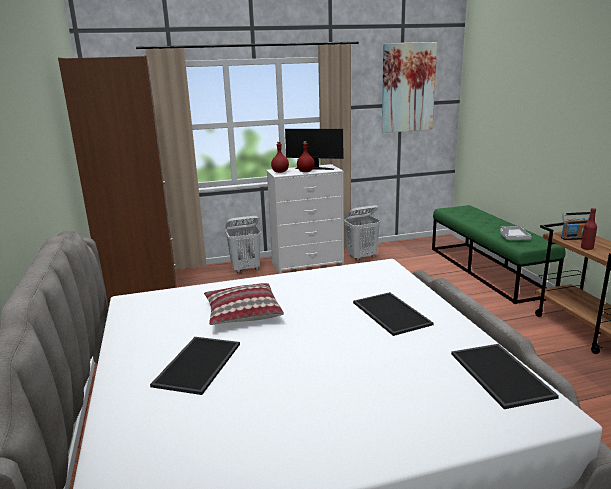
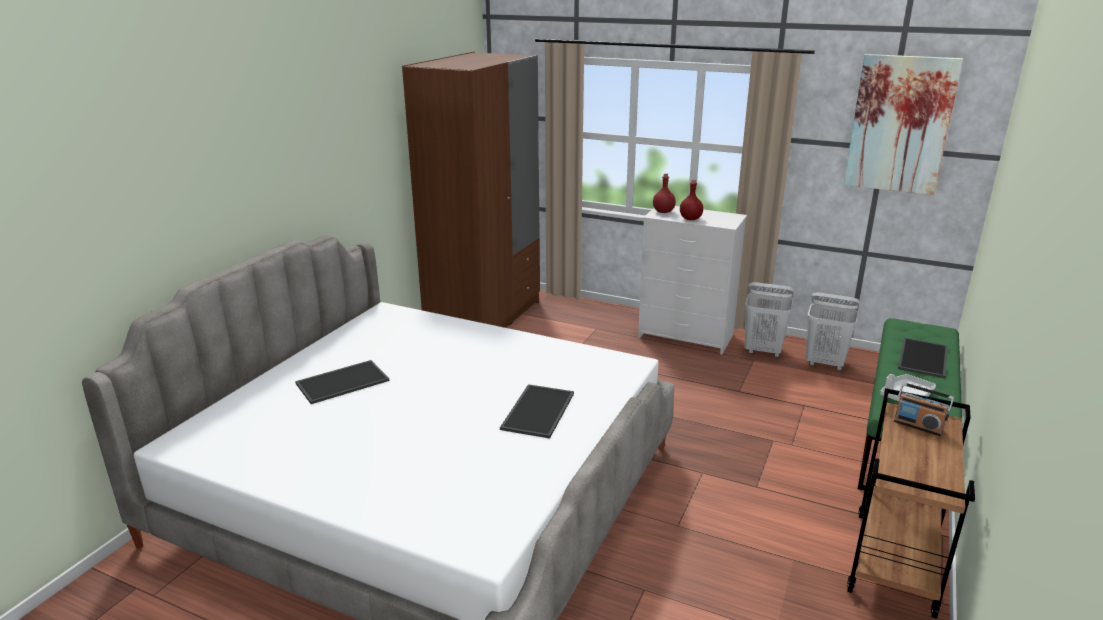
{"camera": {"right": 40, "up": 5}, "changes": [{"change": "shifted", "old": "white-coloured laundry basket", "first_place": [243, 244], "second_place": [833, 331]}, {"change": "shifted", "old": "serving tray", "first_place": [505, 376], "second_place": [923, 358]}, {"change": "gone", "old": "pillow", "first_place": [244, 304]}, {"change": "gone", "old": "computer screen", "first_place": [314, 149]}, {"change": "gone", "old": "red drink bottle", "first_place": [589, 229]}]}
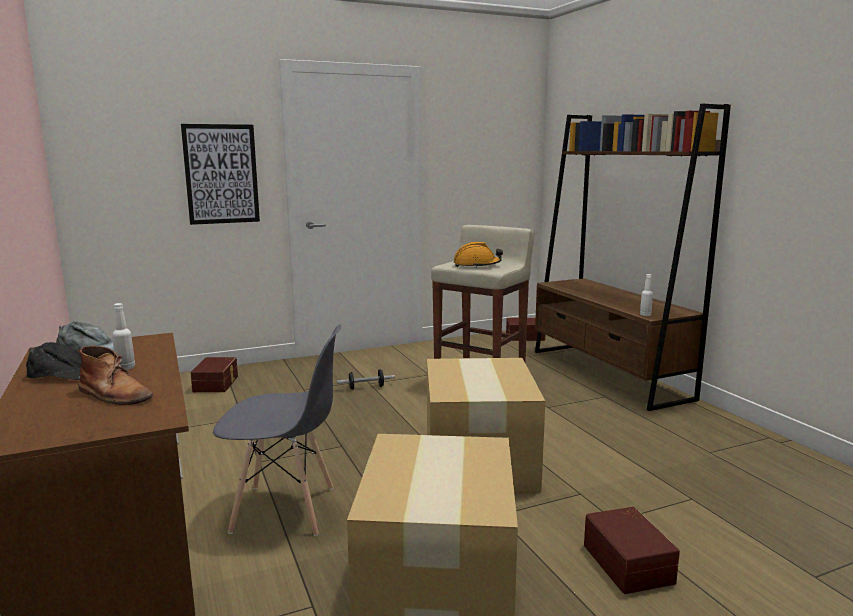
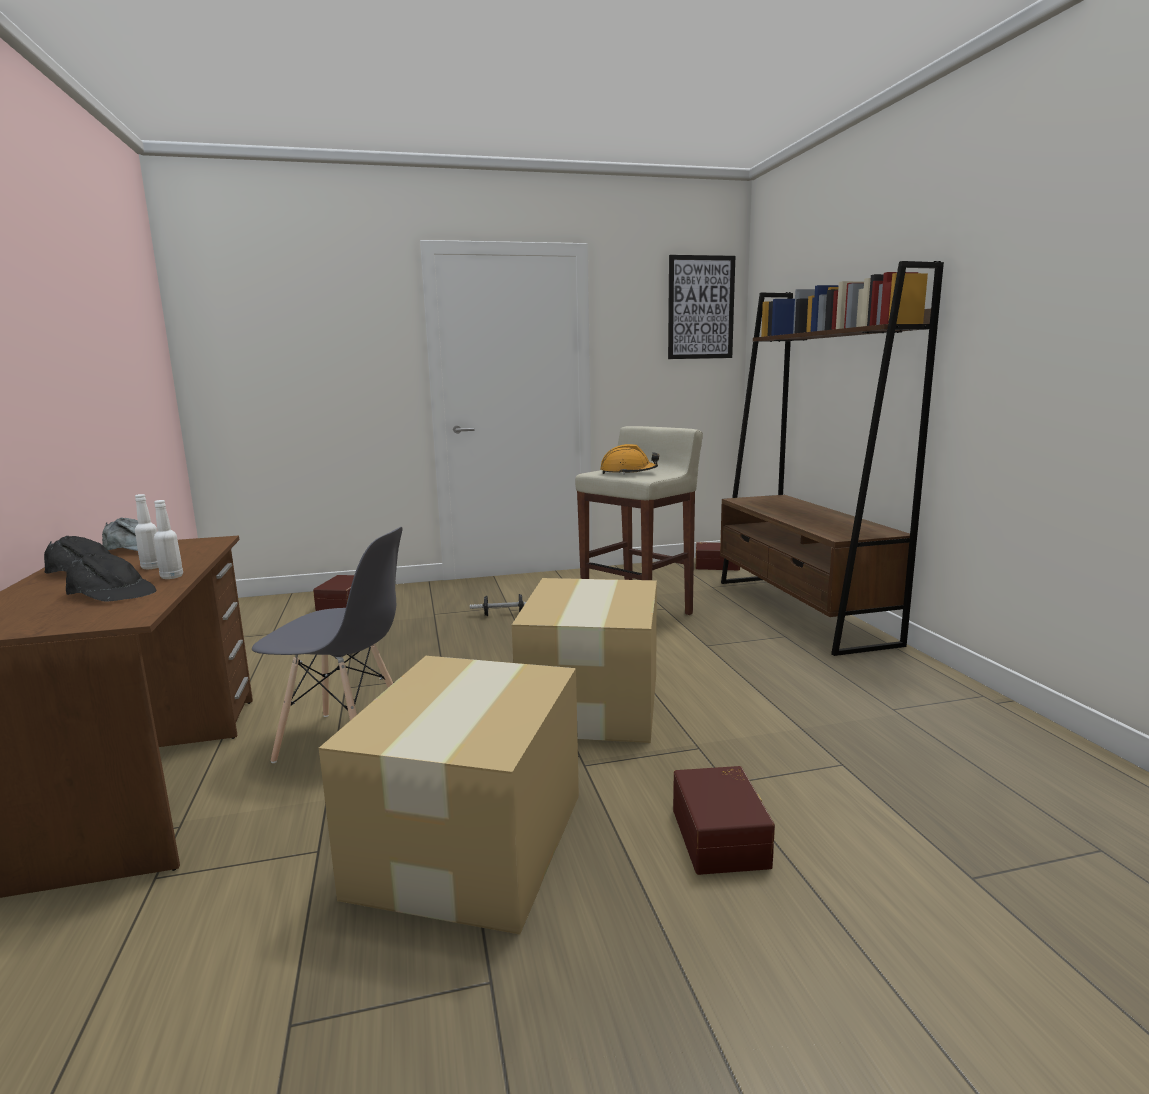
{"camera": {"right": 10, "up": 0}, "changes": [{"change": "swapped", "old": "brownish boot", "new": "black-coloured cap", "first_place": [115, 375], "second_place": [111, 577]}, {"change": "shifted", "old": "white-coloured drink bottle", "first_place": [646, 295], "second_place": [168, 539]}, {"change": "shifted", "old": "wall art", "first_place": [220, 174], "second_place": [701, 307]}]}
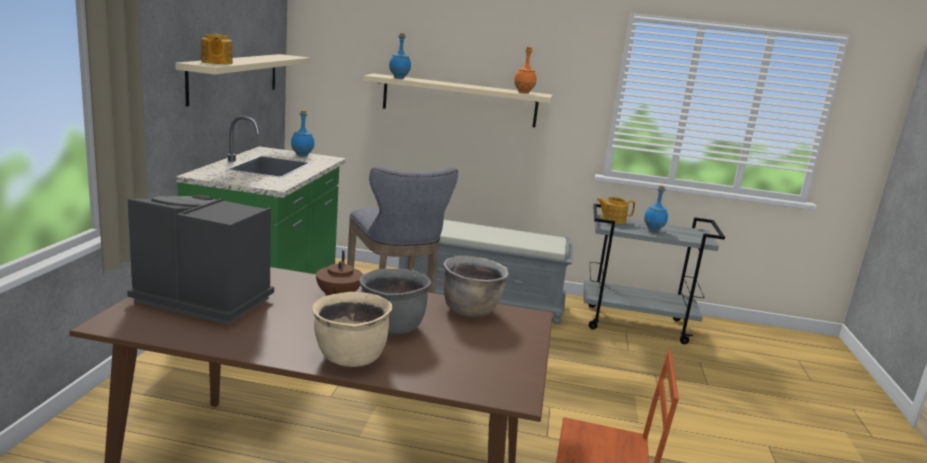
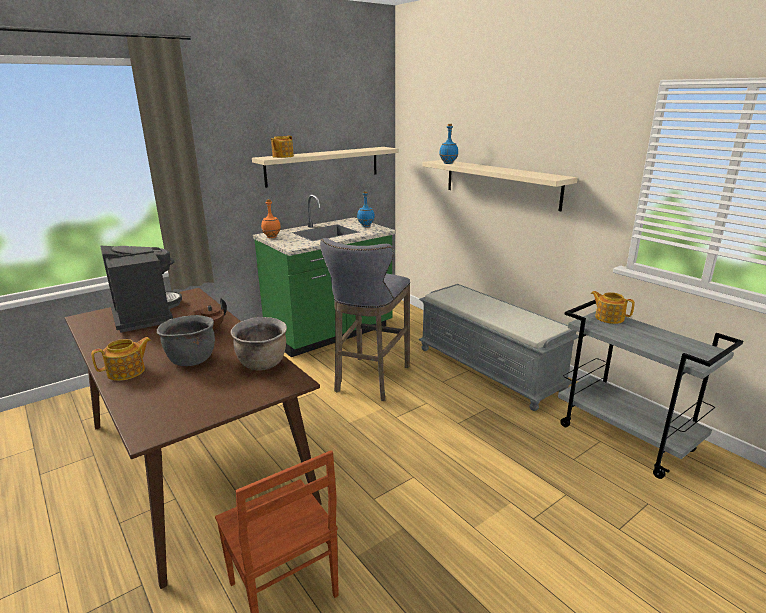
{"camera": {"right": 45, "up": 5}, "changes": [{"change": "swapped", "old": "beige stockpot", "new": "tea pot", "first_place": [352, 329], "second_place": [121, 359]}, {"change": "shifted", "old": "orangey drink bottle", "first_place": [525, 70], "second_place": [271, 218]}, {"change": "gone", "old": "blue drink bottle", "first_place": [656, 208]}]}
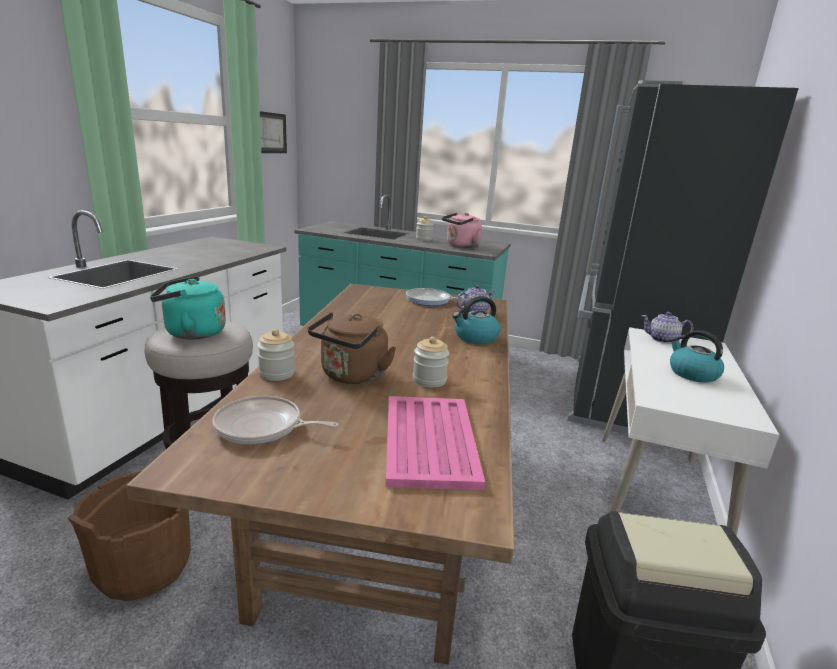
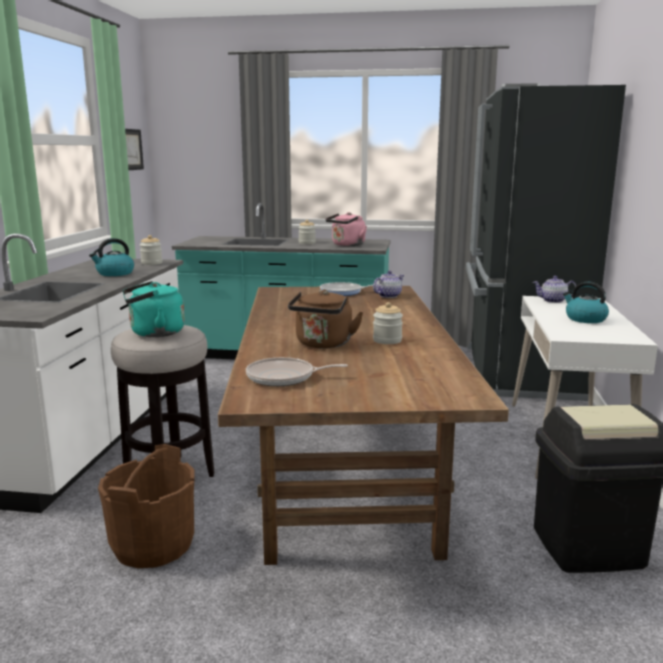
{"camera": {"right": -10, "up": -5}, "changes": [{"change": "shifted", "old": "tea kettle", "first_place": [476, 320], "second_place": [111, 257]}, {"change": "shifted", "old": "storage jar", "first_place": [276, 355], "second_place": [151, 250]}, {"change": "gone", "old": "pinkish serving tray", "first_place": [435, 443]}]}
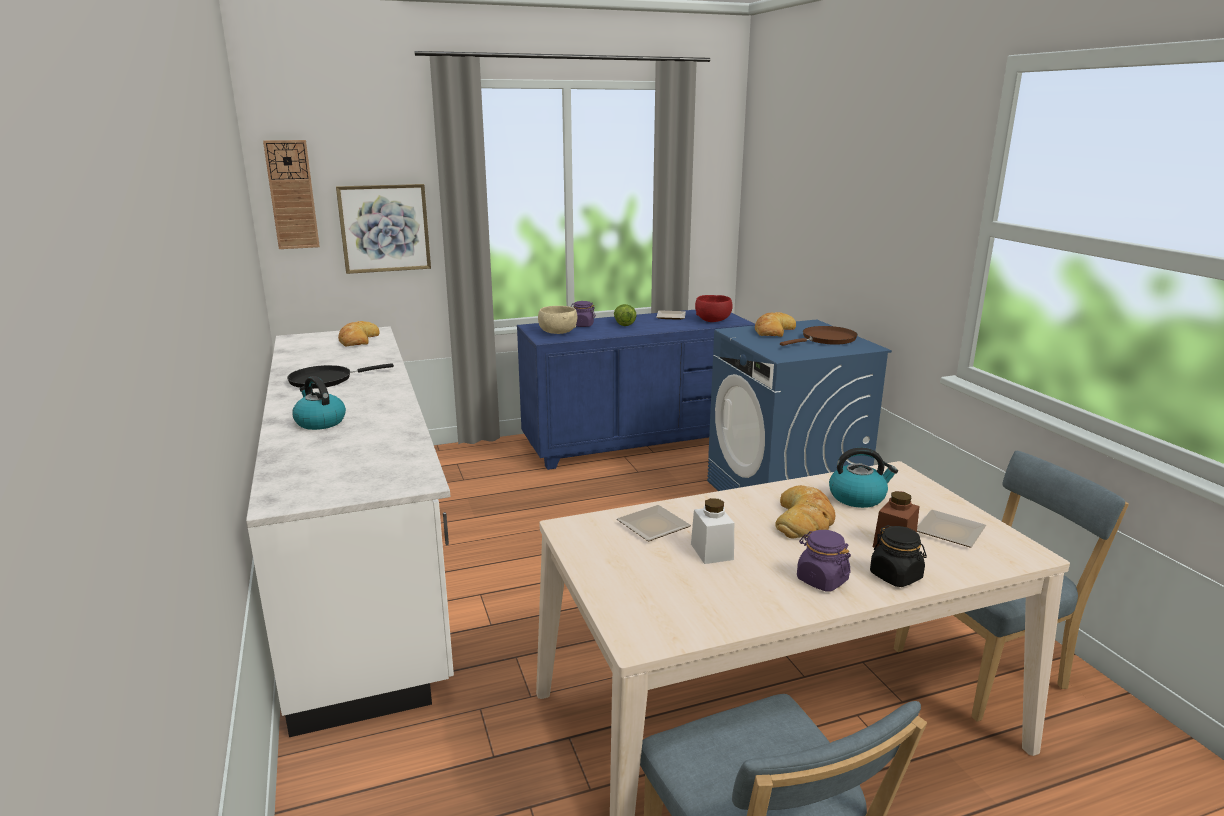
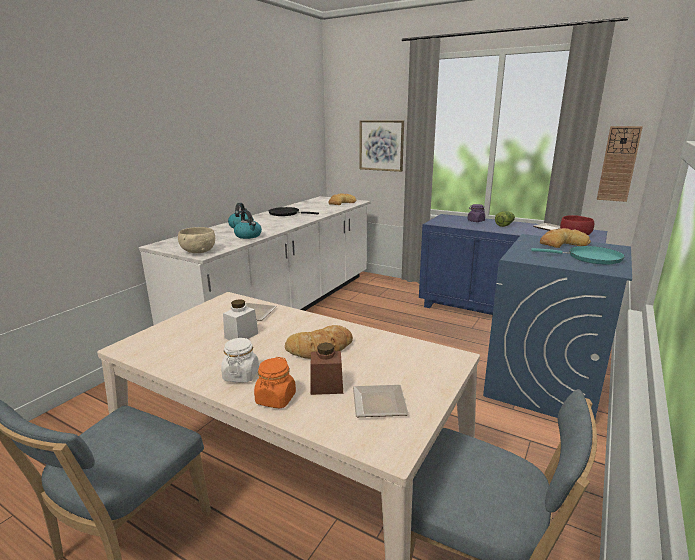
{"camera": {"right": 50, "up": 0}, "changes": [{"change": "shifted", "old": "beige bowl", "first_place": [558, 320], "second_place": [196, 240]}, {"change": "repainted", "old": "purplish storage jar", "new": "white-coloured storage jar", "first_place": [824, 561], "second_place": [240, 360]}, {"change": "shifted", "old": "tea kettle", "first_place": [863, 477], "second_place": [248, 224]}, {"change": "repainted", "old": "black-coloured storage jar", "new": "orangey storage jar", "first_place": [898, 556], "second_place": [275, 382]}, {"change": "repainted", "old": "brownish frying pan", "new": "turquoise frying pan", "first_place": [819, 336], "second_place": [578, 255]}, {"change": "shifted", "old": "hanging clock", "first_place": [291, 194], "second_place": [620, 164]}]}
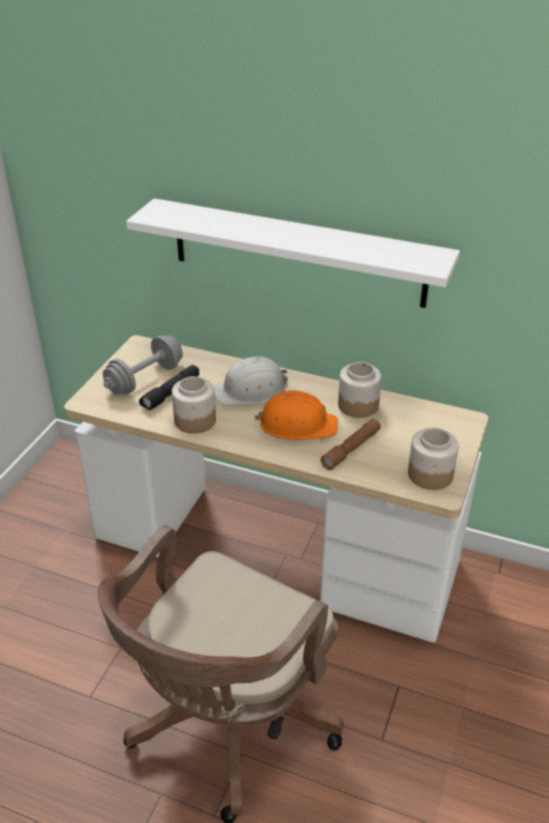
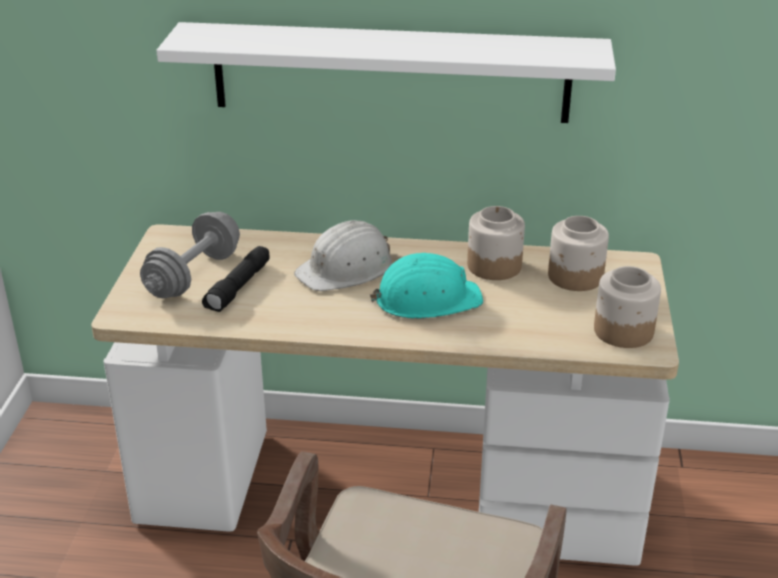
{"camera": {"right": -15, "up": -5}, "changes": [{"change": "repainted", "old": "orangey safety helmet", "new": "turquoise safety helmet", "first_place": [296, 415], "second_place": [426, 286]}, {"change": "shifted", "old": "storage jar", "first_place": [194, 405], "second_place": [578, 253]}, {"change": "gone", "old": "brownish flashlight", "first_place": [350, 444]}]}
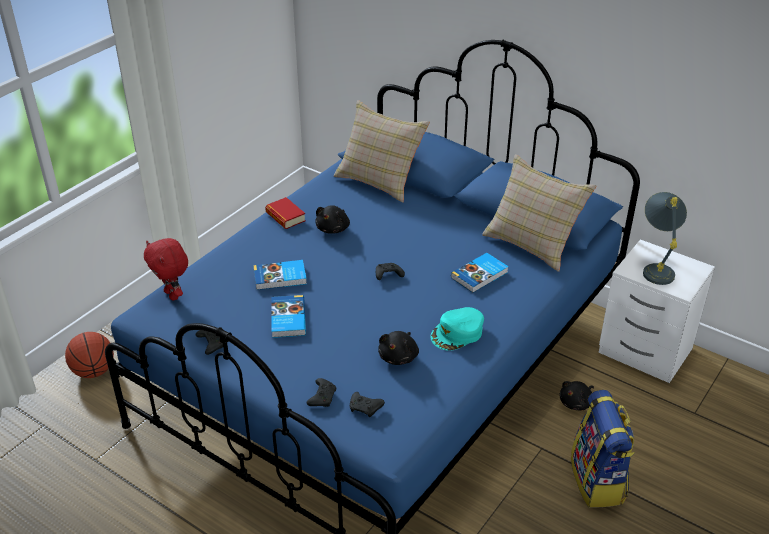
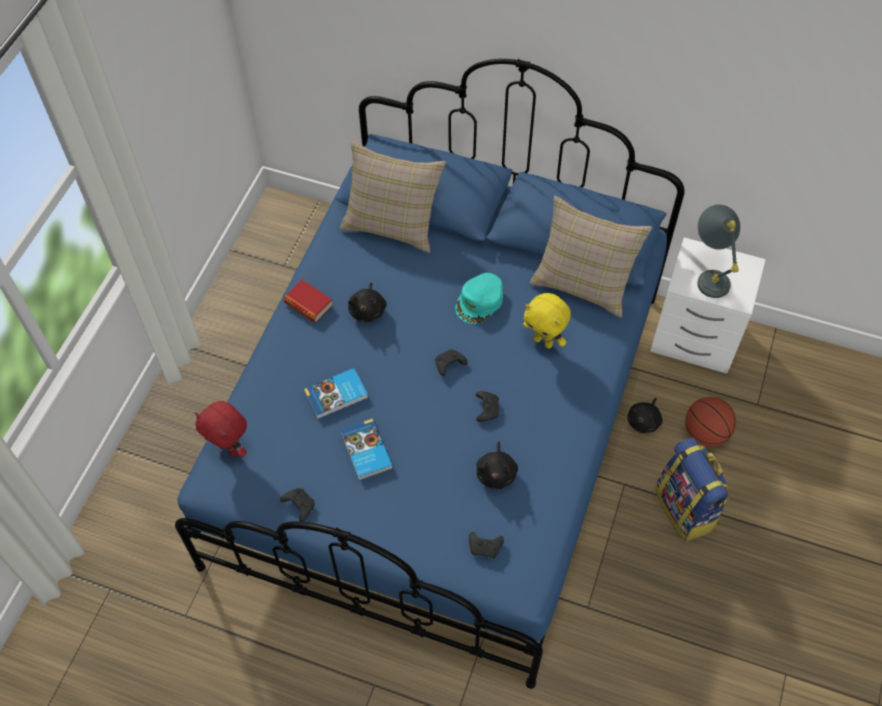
{"camera": {"right": -15, "up": 20}, "changes": [{"change": "shifted", "old": "turquoise cap", "first_place": [457, 329], "second_place": [479, 298]}, {"change": "shifted", "old": "black-coloured gamepad", "first_place": [321, 392], "second_place": [487, 406]}, {"change": "swapped", "old": "book", "new": "yellowish plush toy", "first_place": [480, 273], "second_place": [547, 320]}, {"change": "shifted", "old": "ball for basketball", "first_place": [89, 355], "second_place": [710, 421]}]}
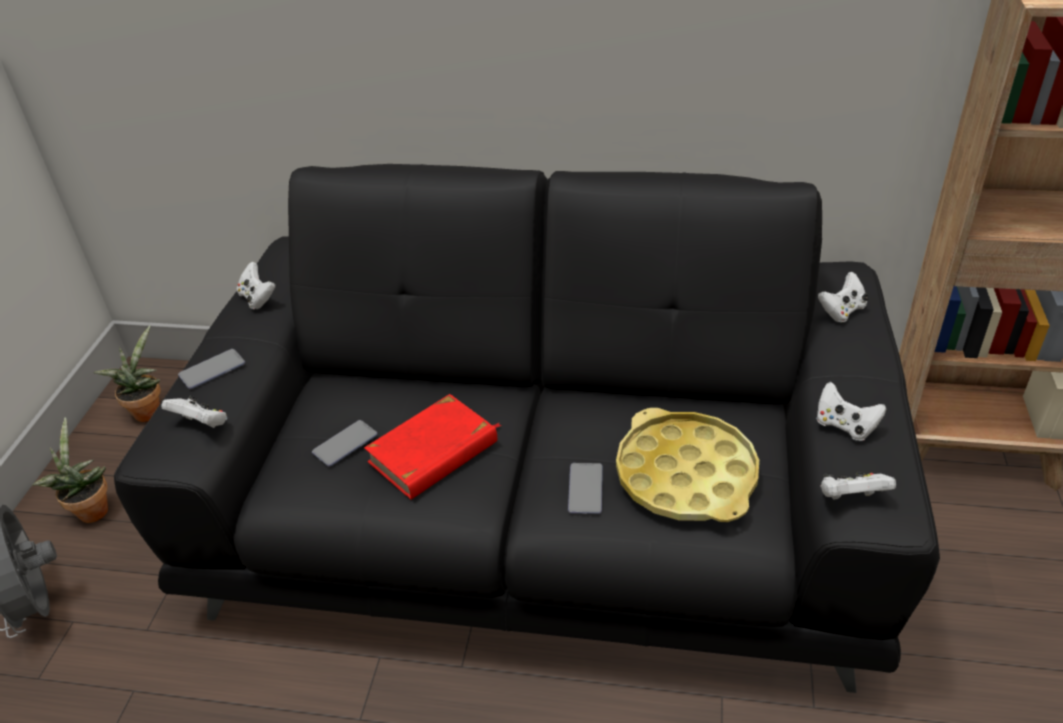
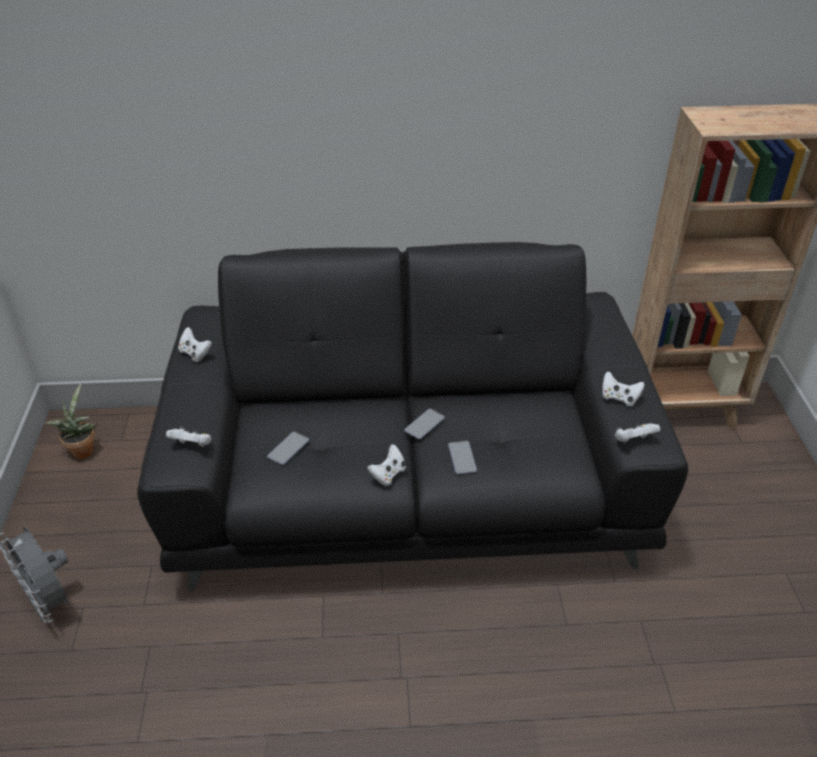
{"camera": {"right": -15, "up": 0}, "changes": [{"change": "shifted", "old": "white-coloured gamepad", "first_place": [843, 297], "second_place": [386, 465]}, {"change": "shifted", "old": "handset", "first_place": [211, 369], "second_place": [424, 424]}, {"change": "gone", "old": "plant in a pot", "first_place": [70, 470]}, {"change": "gone", "old": "red book", "first_place": [433, 447]}, {"change": "gone", "old": "yellowish serving tray", "first_place": [687, 465]}]}
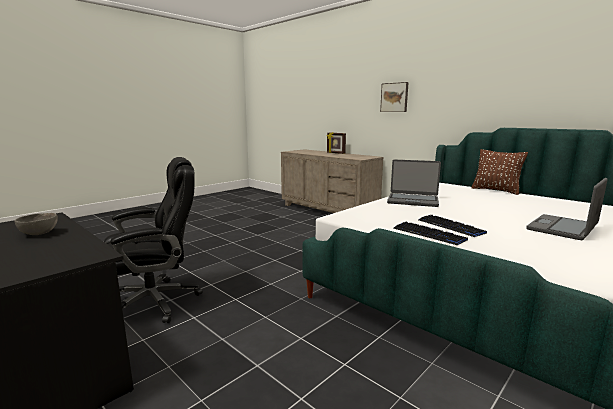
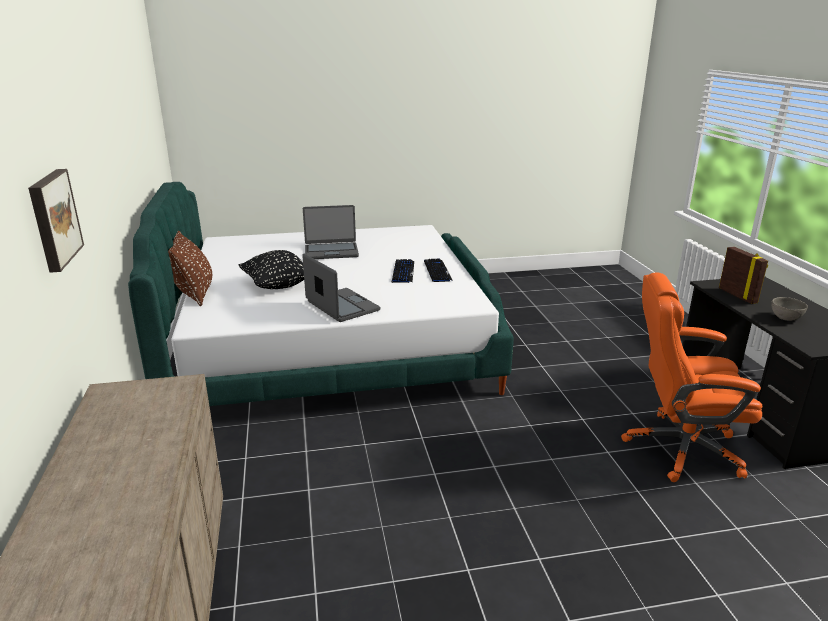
{"camera": {"right": -145, "up": 10}, "changes": [{"change": "new", "new": "black-coloured pillow", "second_place": [271, 269]}, {"change": "repainted", "old": "black-coloured computer chair", "new": "orangey computer chair", "first_place": [153, 240], "second_place": [691, 377]}, {"change": "shifted", "old": "photo frame", "first_place": [336, 143], "second_place": [743, 275]}]}
